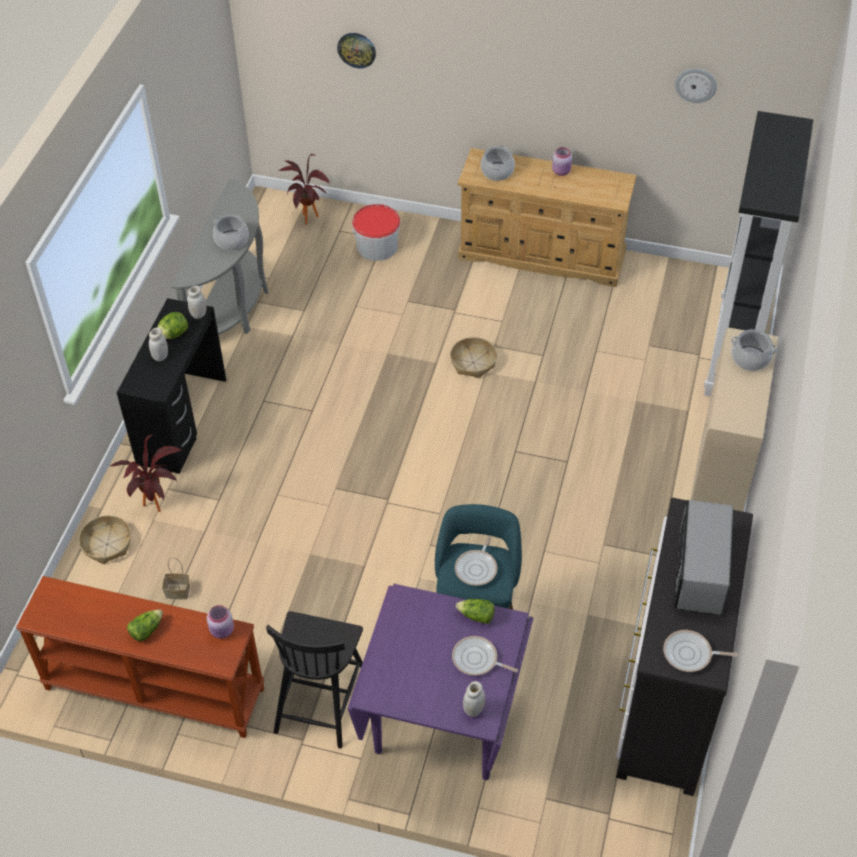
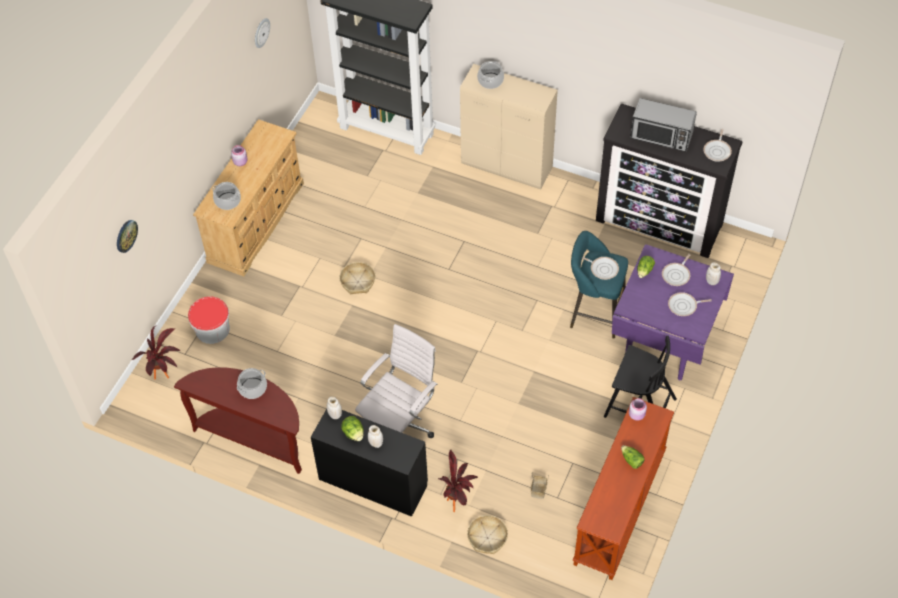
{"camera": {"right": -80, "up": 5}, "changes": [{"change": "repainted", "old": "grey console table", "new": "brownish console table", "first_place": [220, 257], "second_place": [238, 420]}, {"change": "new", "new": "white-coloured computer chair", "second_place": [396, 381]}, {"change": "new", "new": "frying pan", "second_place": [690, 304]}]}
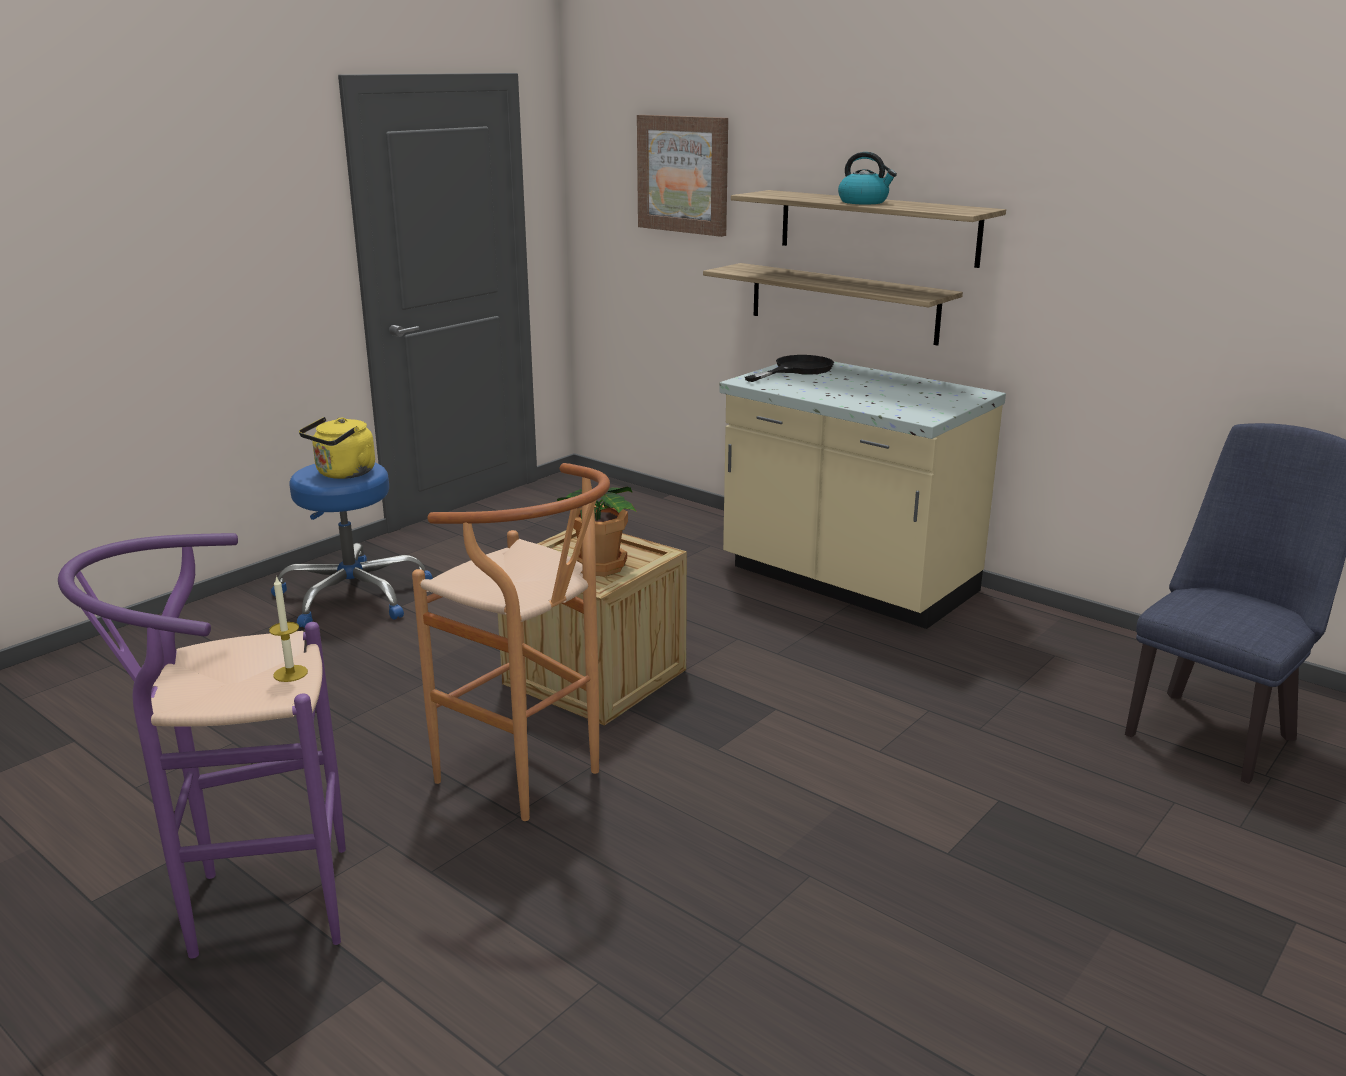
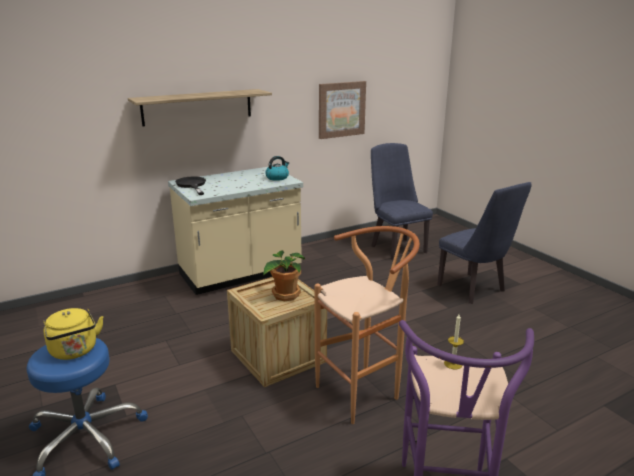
{"camera": {"right": -70, "up": 0}, "changes": [{"change": "shifted", "old": "tea kettle", "first_place": [867, 178], "second_place": [277, 168]}, {"change": "shifted", "old": "wall art", "first_place": [682, 176], "second_place": [342, 110]}, {"change": "new", "new": "blue plain chair", "second_place": [484, 243]}, {"change": "gone", "old": "shelf", "first_place": [833, 304]}]}
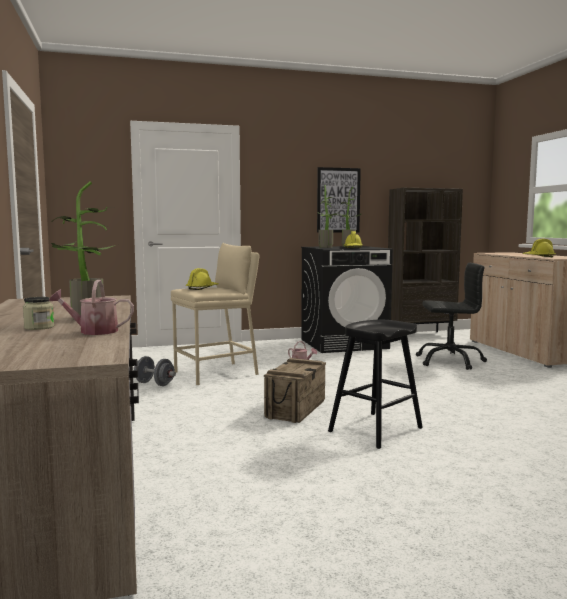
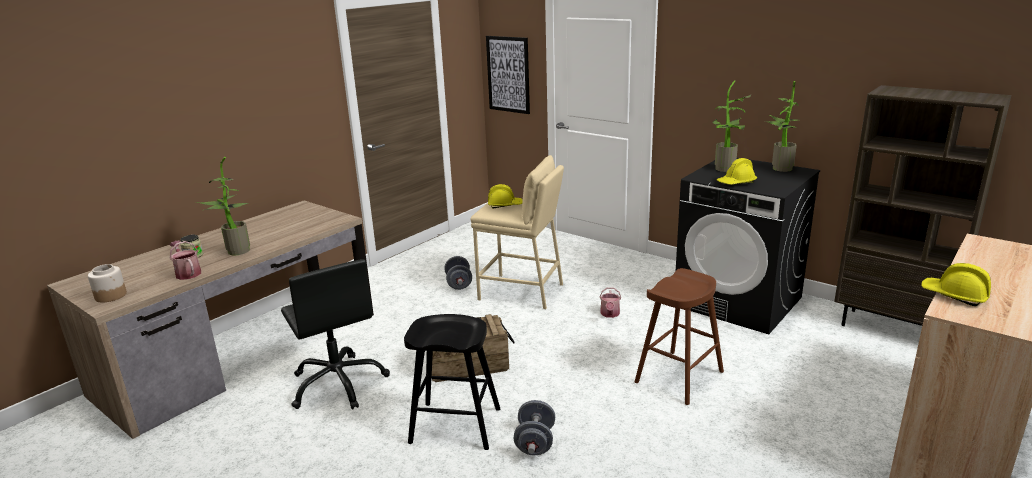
{"camera": {"right": 55, "up": 15}, "changes": [{"change": "new", "new": "storage jar", "second_place": [107, 283]}, {"change": "shifted", "old": "black-coloured computer chair", "first_place": [451, 316], "second_place": [335, 334]}, {"change": "shifted", "old": "wall art", "first_place": [339, 200], "second_place": [508, 75]}, {"change": "new", "new": "grey dumbbell", "second_place": [534, 427]}, {"change": "new", "new": "brownish stool seat", "second_place": [679, 336]}]}
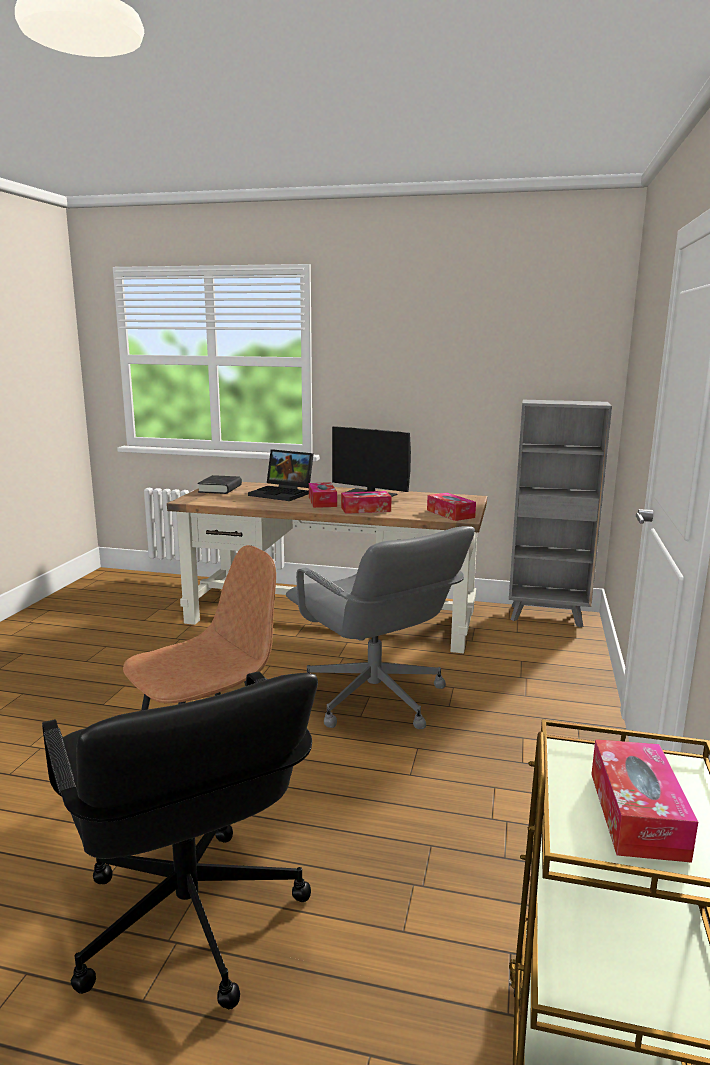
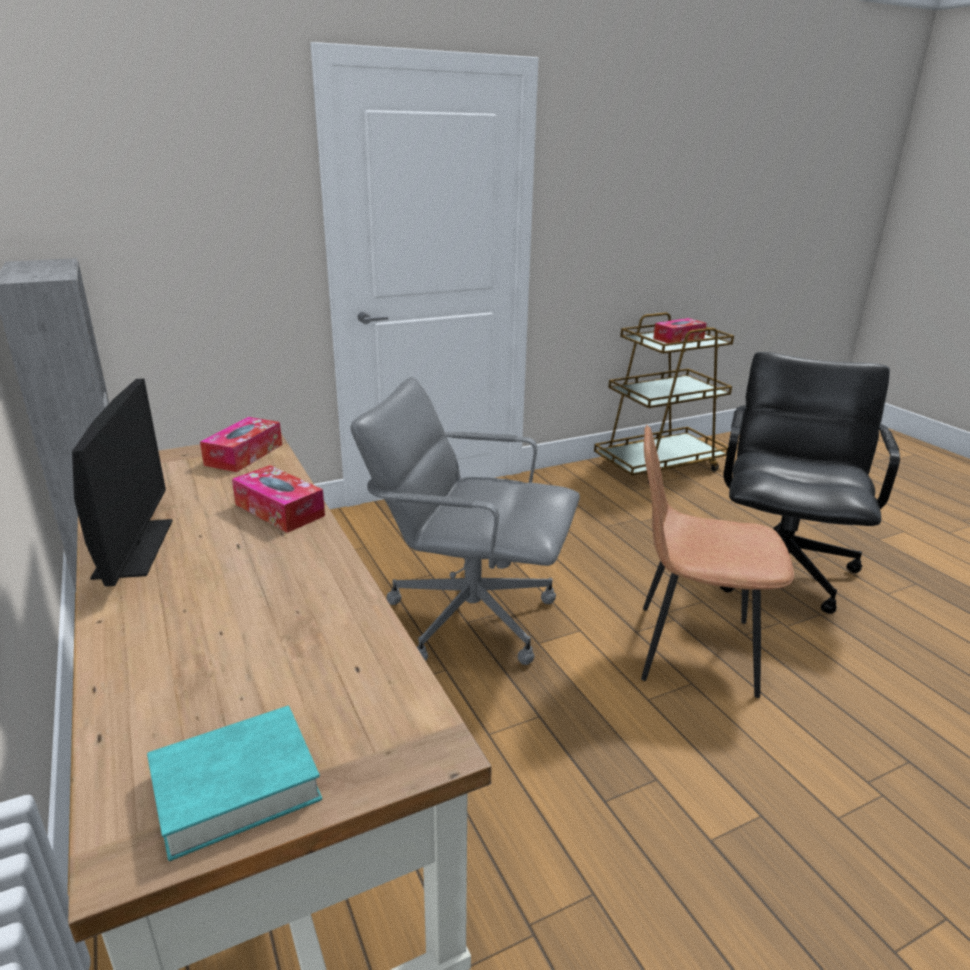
{"camera": {"right": -130, "up": 10}, "changes": [{"change": "repainted", "old": "black-coloured book", "new": "turquoise book", "first_place": [219, 484], "second_place": [234, 783]}, {"change": "rotated", "old": "grey computer chair", "first_place": [380, 627], "second_place": [465, 521], "degrees": -90}, {"change": "gone", "old": "laptop", "first_place": [281, 475]}, {"change": "gone", "old": "tissue holder", "first_place": [323, 495]}]}
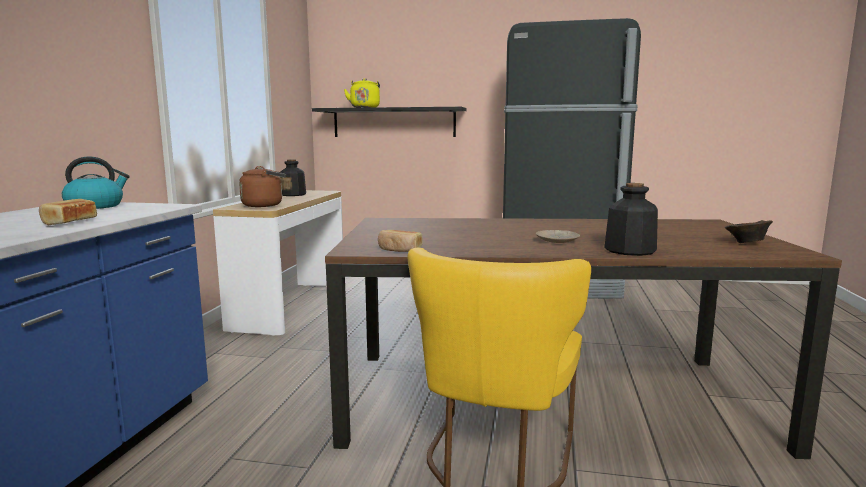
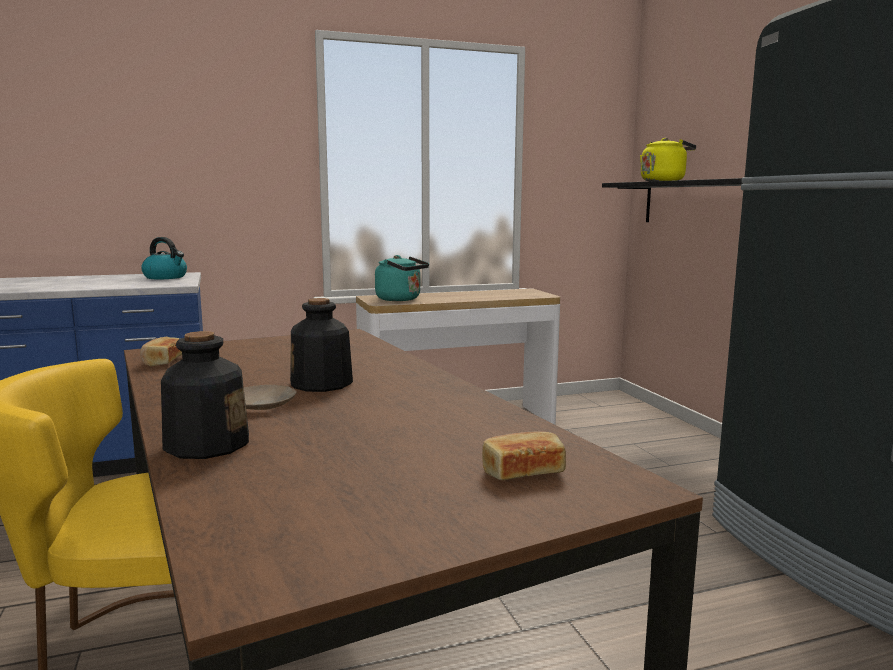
{"camera": {"right": 60, "up": 0}, "changes": [{"change": "shifted", "old": "drink bottle", "first_place": [293, 177], "second_place": [321, 345]}, {"change": "repainted", "old": "brownish tea kettle", "new": "turquoise tea kettle", "first_place": [262, 186], "second_place": [402, 278]}, {"change": "shifted", "old": "baked bread", "first_place": [68, 212], "second_place": [524, 455]}, {"change": "gone", "old": "brownish bowl", "first_place": [749, 231]}]}
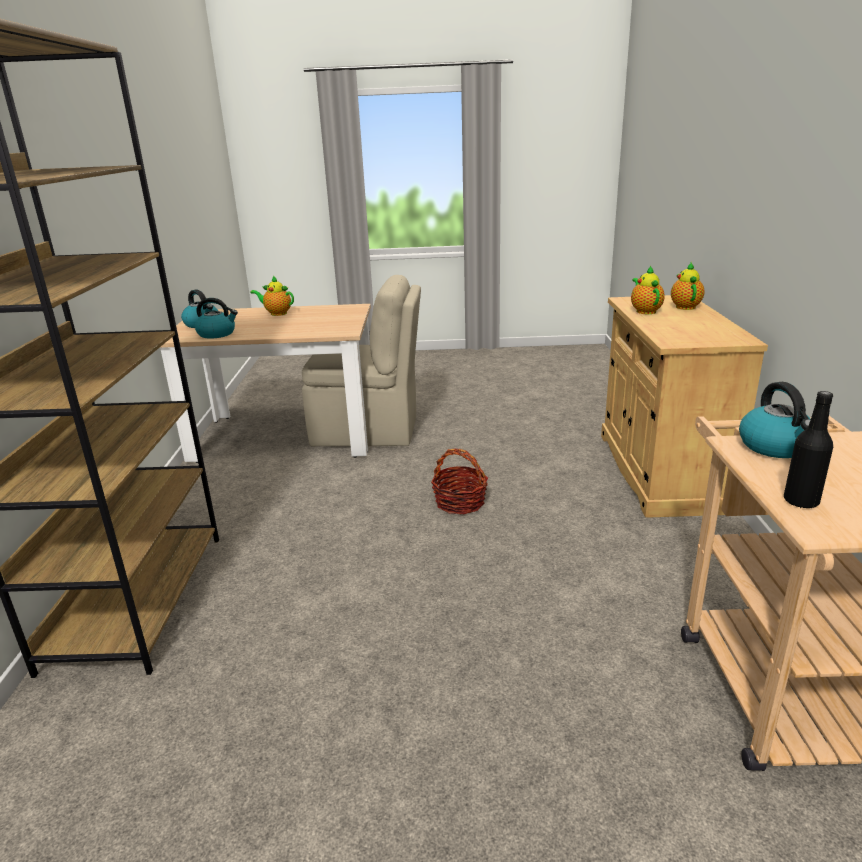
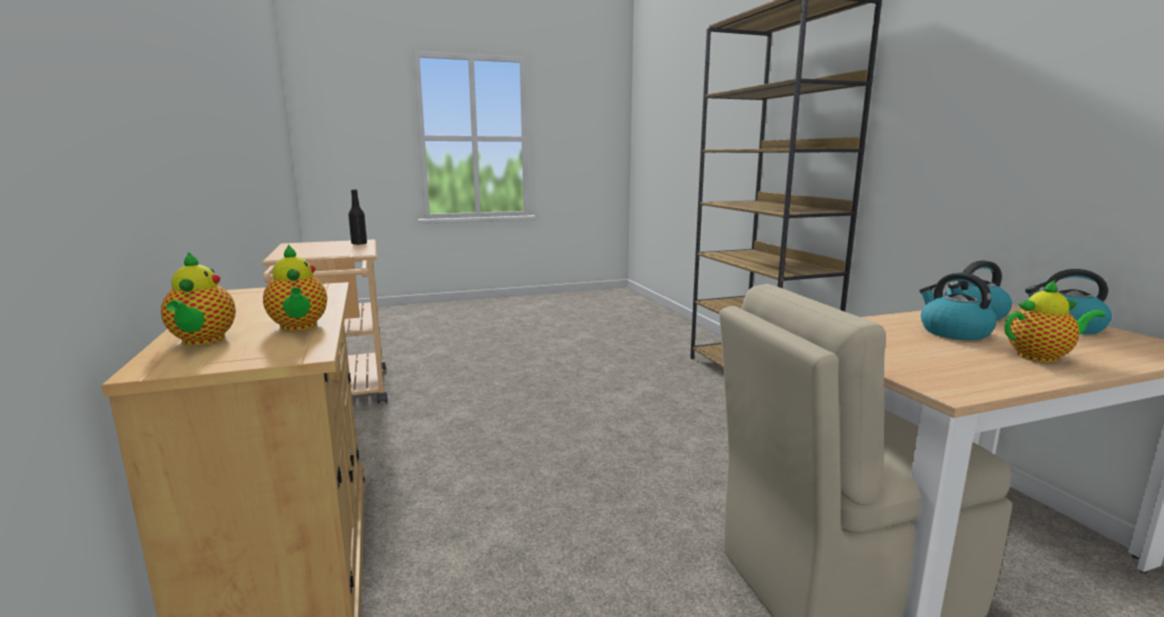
{"camera": {"right": 160, "up": -10}, "changes": [{"change": "shifted", "old": "tea kettle", "first_place": [775, 420], "second_place": [958, 306]}, {"change": "gone", "old": "household basket", "first_place": [459, 481]}]}
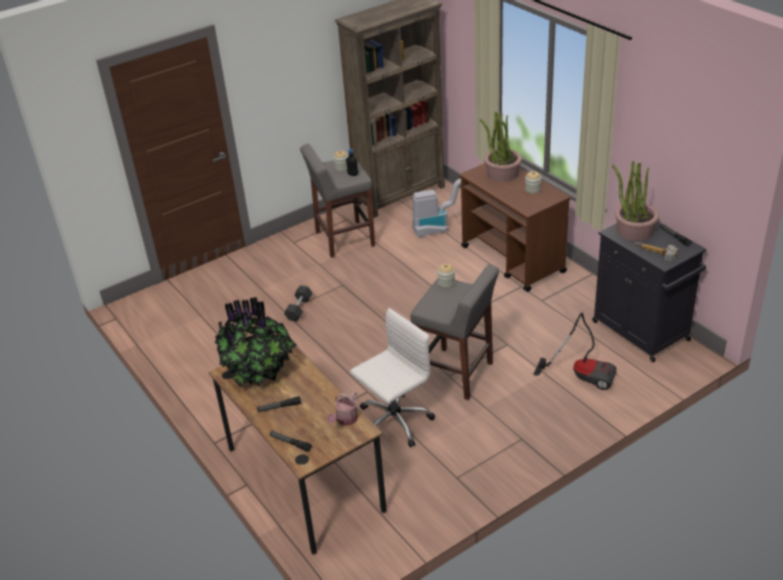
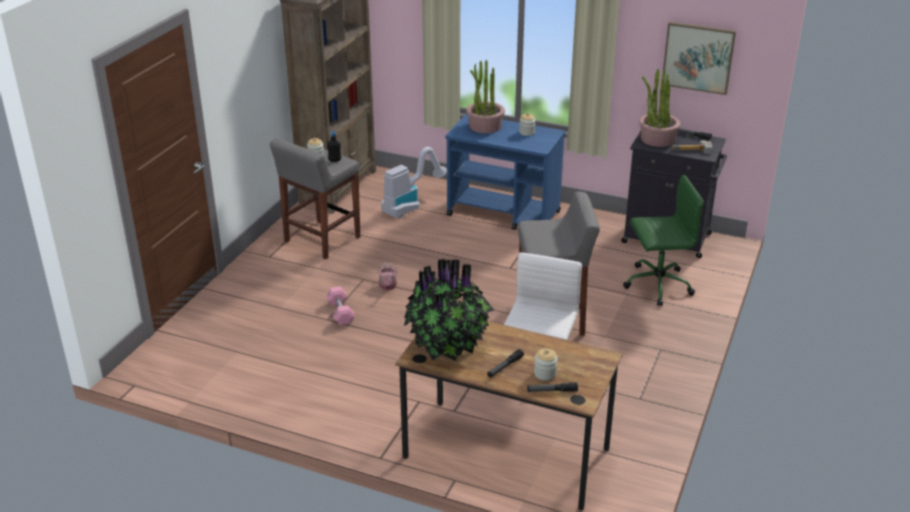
{"camera": {"right": -35, "up": -5}, "changes": [{"change": "repainted", "old": "black-coloured dumbbell", "new": "pinkish dumbbell", "first_place": [298, 303], "second_place": [340, 306]}, {"change": "shifted", "old": "watering pot", "first_place": [342, 409], "second_place": [387, 276]}, {"change": "repainted", "old": "brownish trolley", "new": "blue trolley", "first_place": [514, 227], "second_place": [505, 172]}, {"change": "shifted", "old": "storage jar", "first_place": [446, 275], "second_place": [546, 364]}, {"change": "swapped", "old": "hoover", "new": "green-coloured computer chair", "first_place": [574, 351], "second_place": [663, 240]}, {"change": "new", "new": "wall art", "second_place": [699, 58]}]}
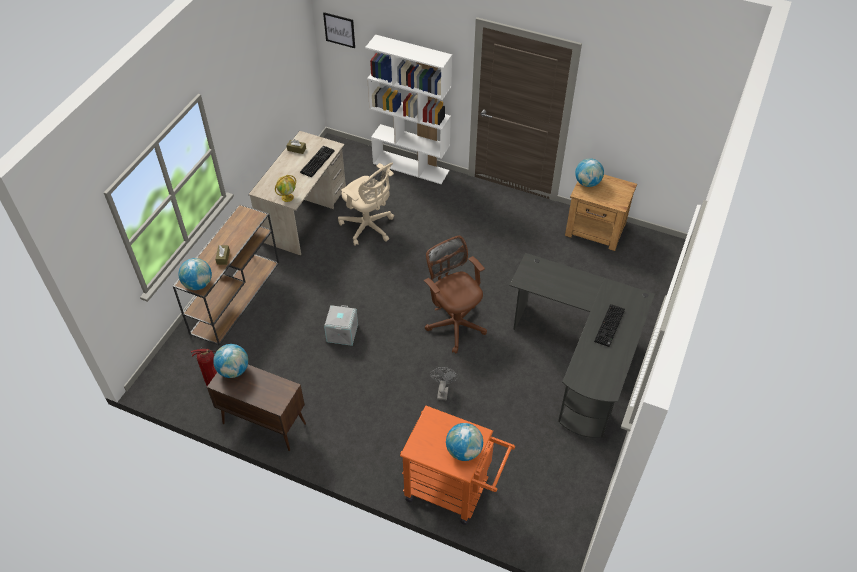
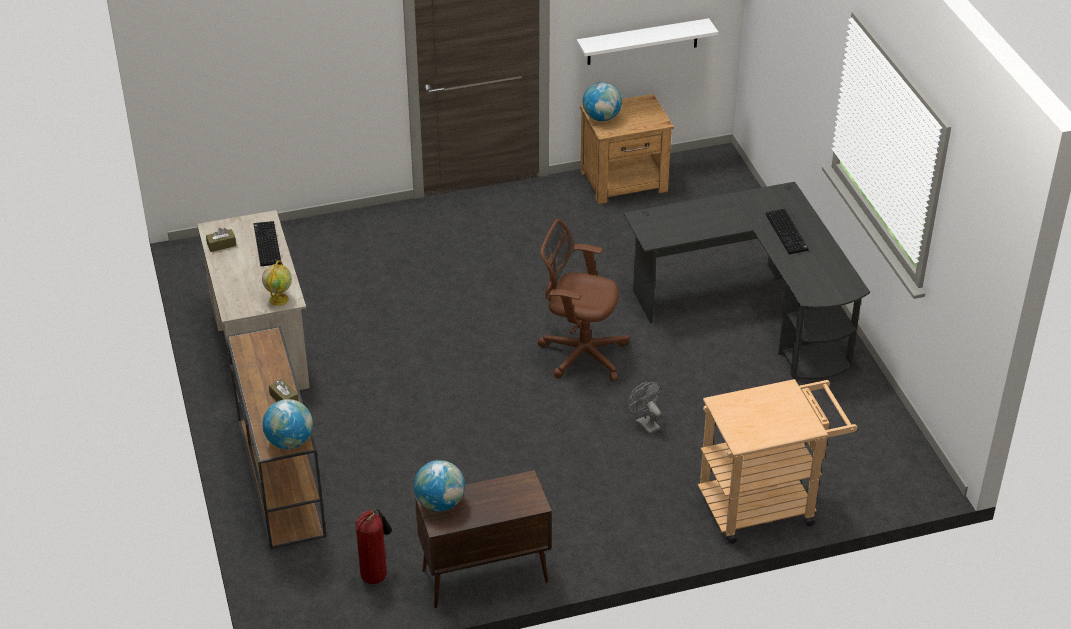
{"camera": {"right": -40, "up": -10}, "changes": [{"change": "new", "new": "white-coloured shelf", "second_place": [647, 41]}, {"change": "repainted", "old": "orangey trolley", "new": "beige trolley", "first_place": [457, 465], "second_place": [777, 461]}, {"change": "gone", "old": "wall art", "first_place": [339, 30]}, {"change": "gone", "old": "grey storage box", "first_place": [341, 325]}, {"change": "gone", "old": "beige computer chair", "first_place": [366, 204]}, {"change": "gone", "old": "white-coloured bookcase", "first_place": [408, 109]}, {"change": "gone", "old": "desk globe", "first_place": [464, 442]}]}
